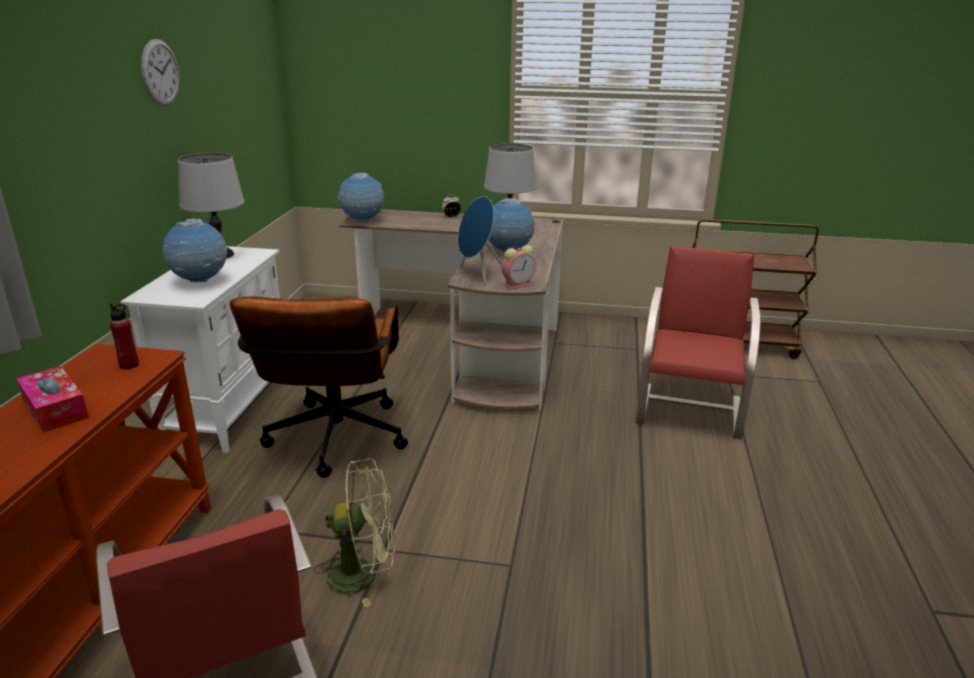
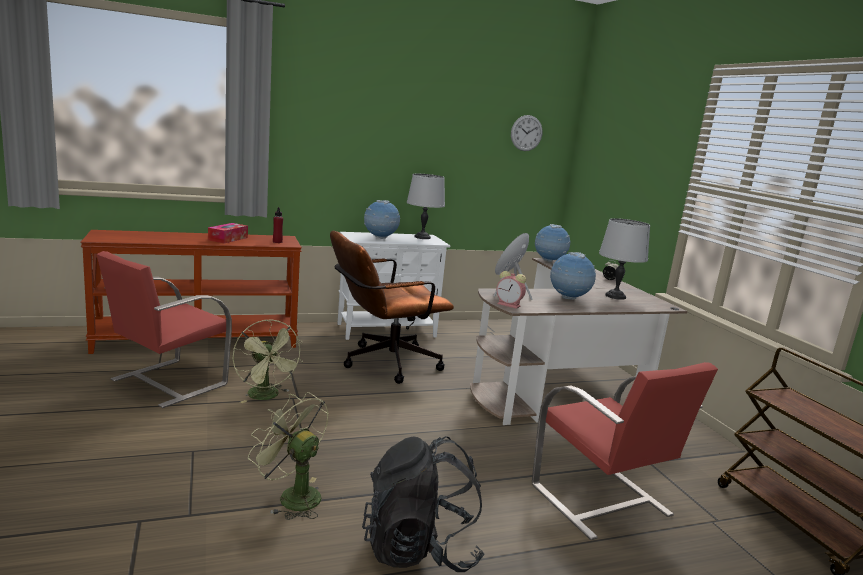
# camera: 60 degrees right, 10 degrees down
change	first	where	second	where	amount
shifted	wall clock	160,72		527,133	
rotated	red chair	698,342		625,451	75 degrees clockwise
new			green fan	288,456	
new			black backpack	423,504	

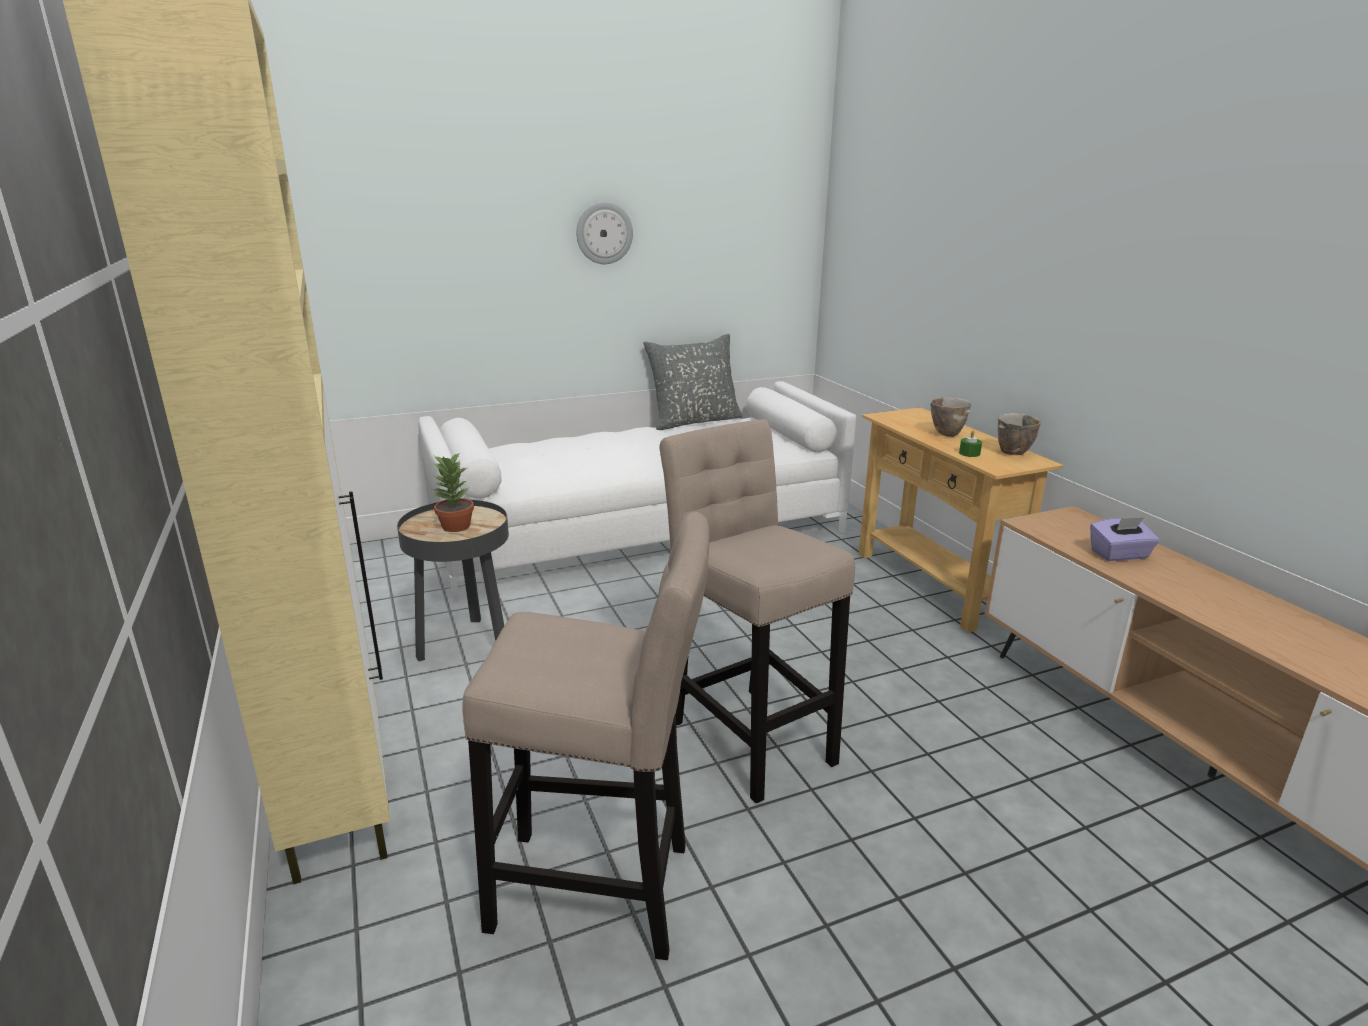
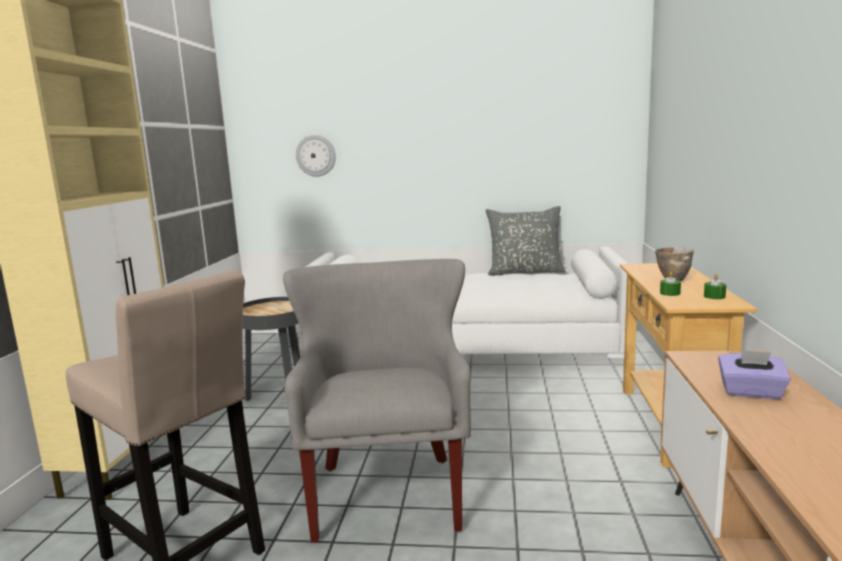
# camera: 30 degrees right, 10 degrees down
change	first	where	second	where	amount
gone	potted plant	453,492			
shifted	wall clock	604,233		316,156	
swapped	beige stool	757,611	grey armchair	377,401	
swapped	bowl	1019,434	green candle	715,286	

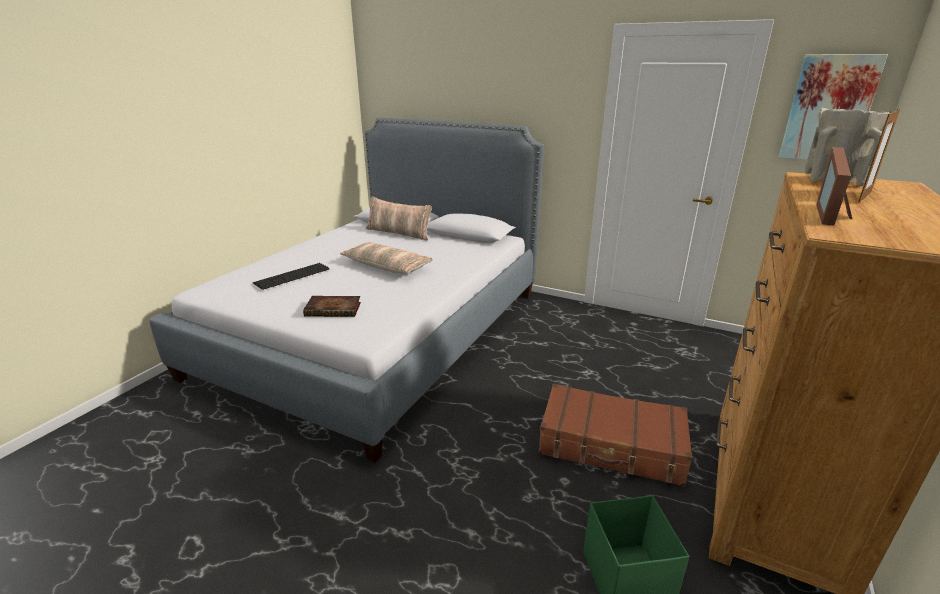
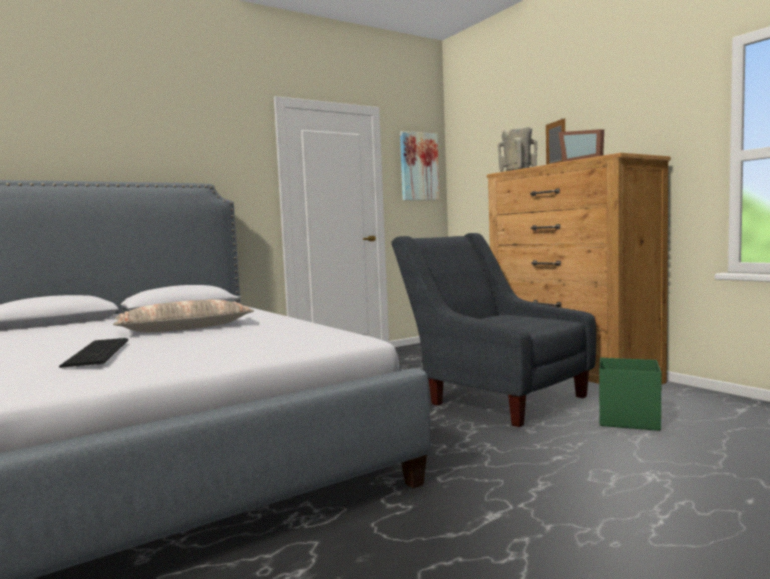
# camera: 60 degrees left, 20 degrees down
change	first	where	second	where	amount
gone	book	332,306			
gone	pillow	399,218			
swapped	brown suitcase	615,435	grey armchair	493,330	

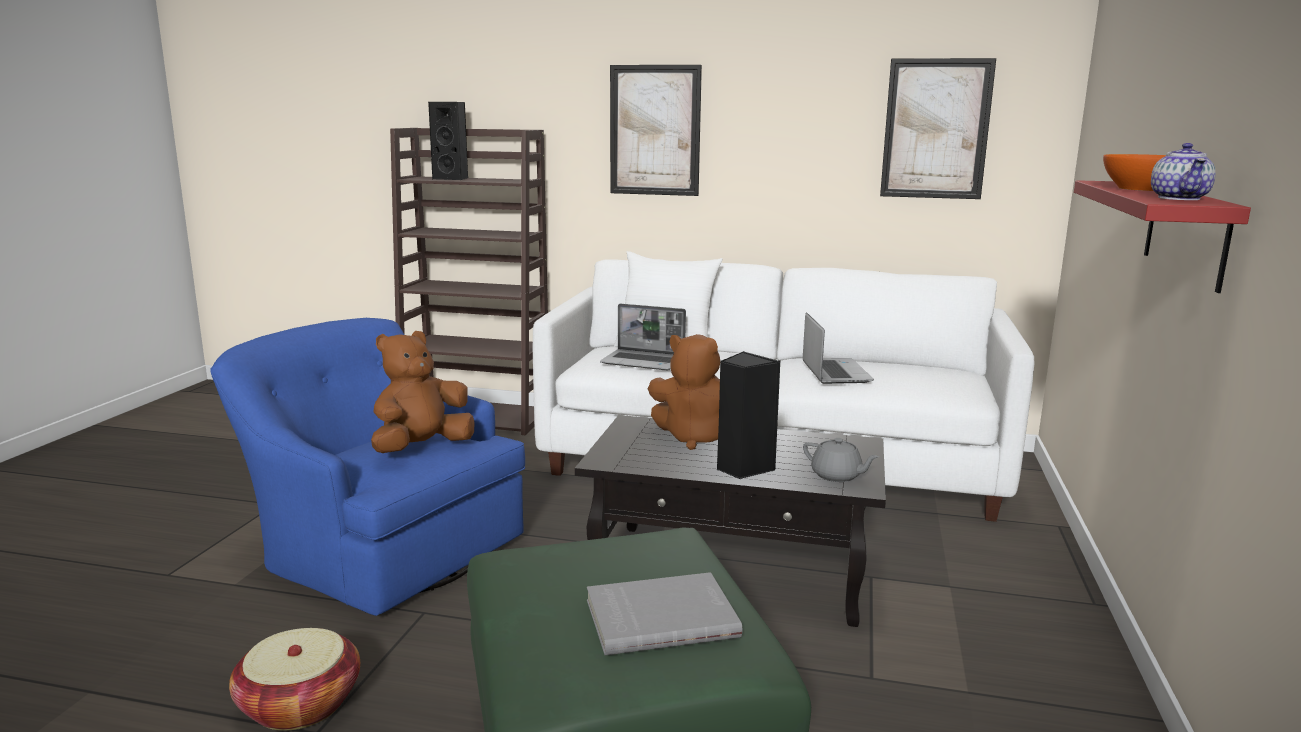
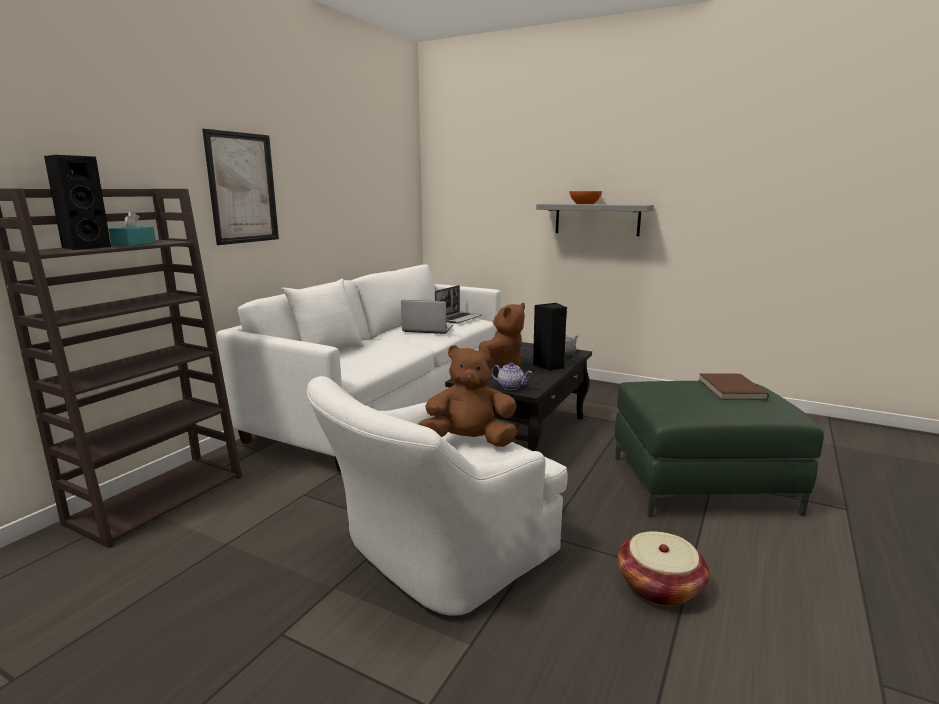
# camera: 75 degrees left, 0 degrees up
change	first	where	second	where	amount
repainted	blue armchair	367,467	white armchair	437,496	
rotated	brown plush toy	422,392		467,396	120 degrees clockwise
repainted	grey book	664,614	brown book	734,386	
shifted	laptop	643,337		458,304	
gone	picture	938,128			
repainted	red shelf	1162,236	grey shelf	595,220	
shifted	teapot	1183,171		511,376	
new			turquoise tissue box	132,228	

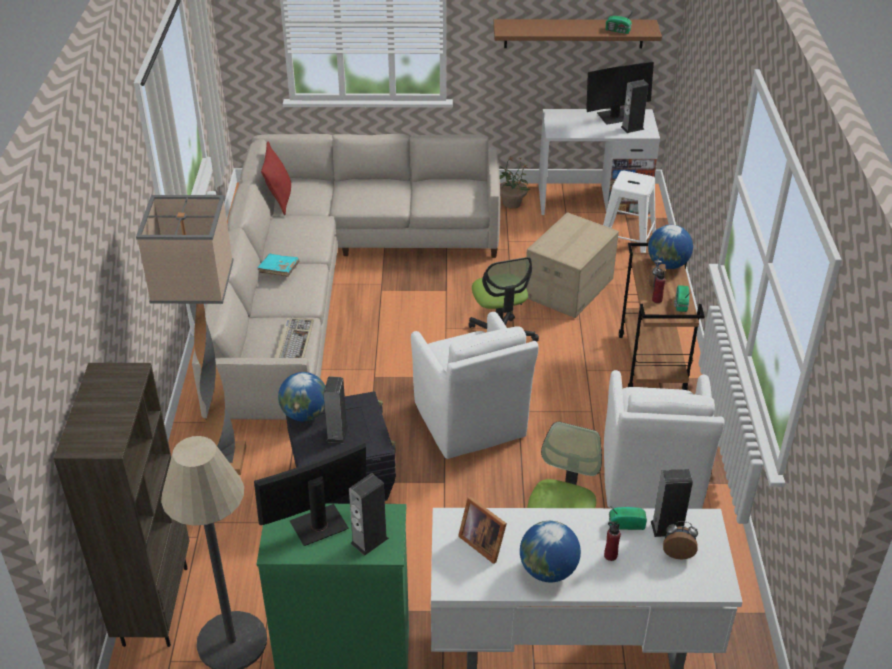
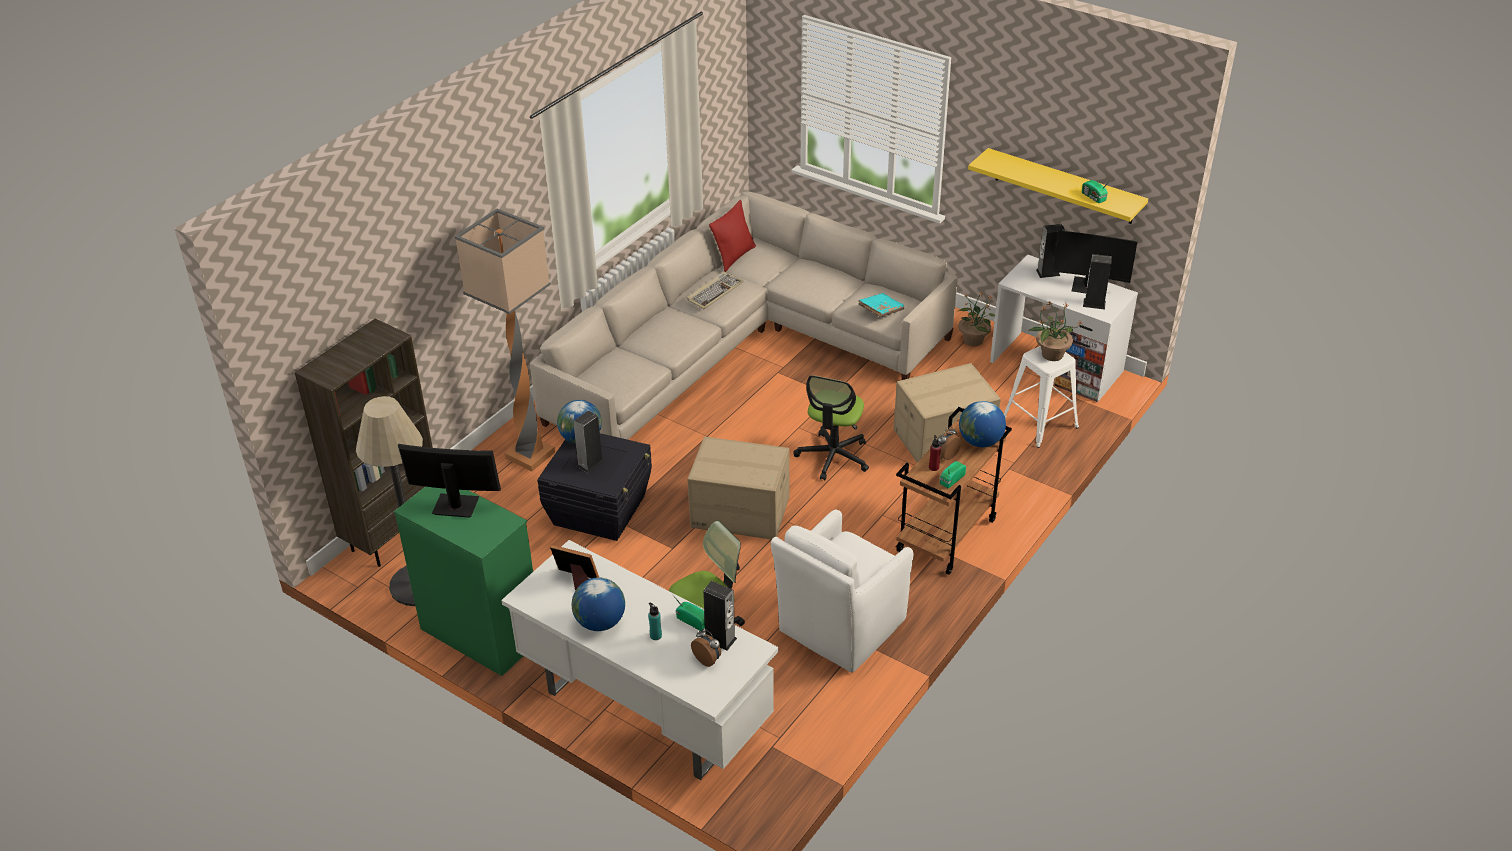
# camera: 35 degrees right, 0 degrees up
change	first	where	second	where	amount
shifted	turquoise book	278,265		881,305	
shifted	keyboard	294,338		715,290	
shifted	speaker	369,514		1050,251	
swapped	white armchair	474,385	cardboard box	738,488	
rotated	picture frame	482,530		574,567	120 degrees clockwise
repainted	brown shelf	577,33	yellow shelf	1058,186	
repainted	red bottle	612,541	turquoise bottle	655,621	
new			potted plant	1055,331	

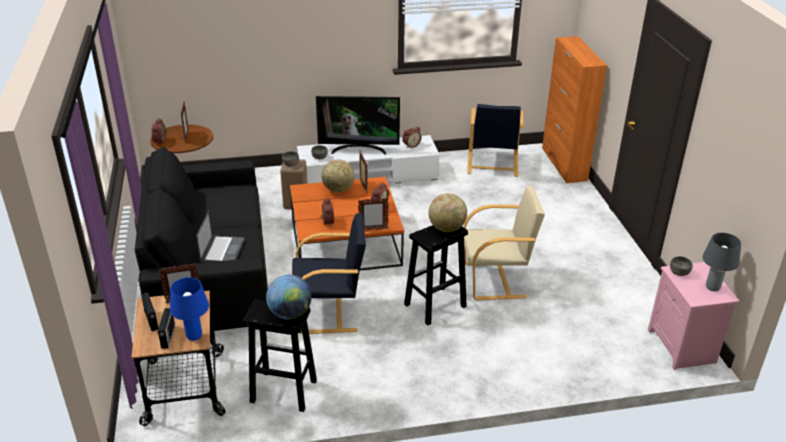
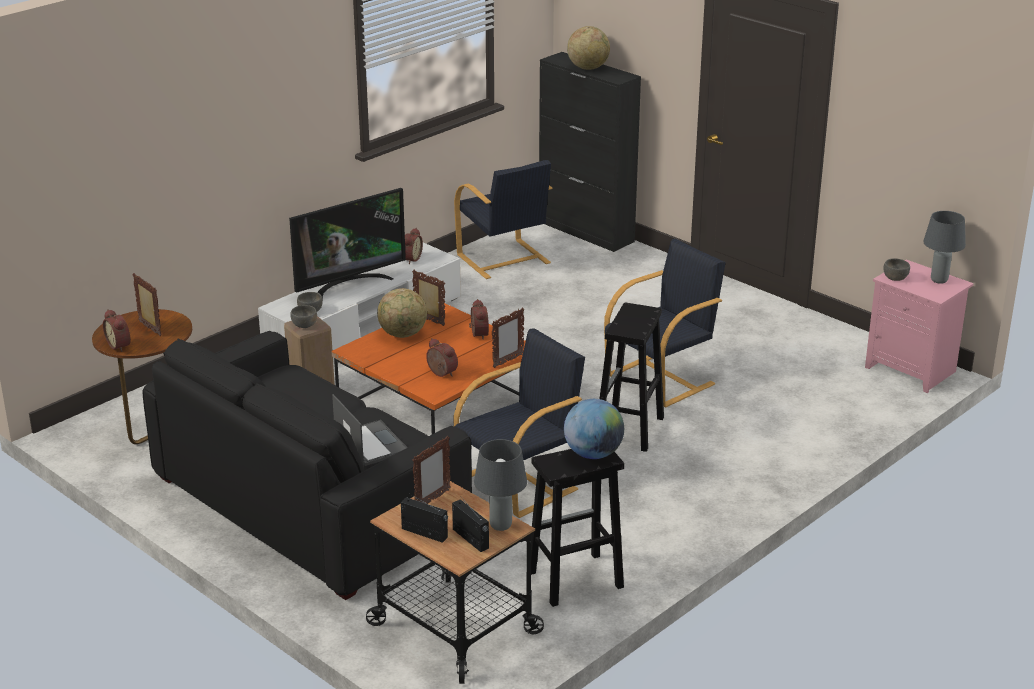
# camera: 35 degrees left, 5 degrees down
change	first	where	second	where	amount
repainted	blue table lamp	189,309	grey table lamp	500,485	
shifted	globe	447,212		588,48	
repainted	beige armchair	504,242	black armchair	665,323	
repainted	orange cabinet	574,109	black cabinet	590,152	

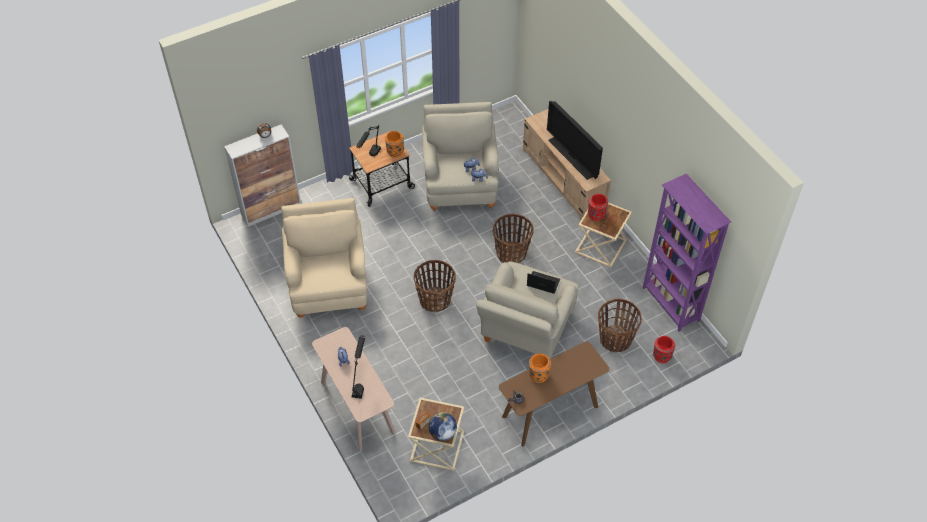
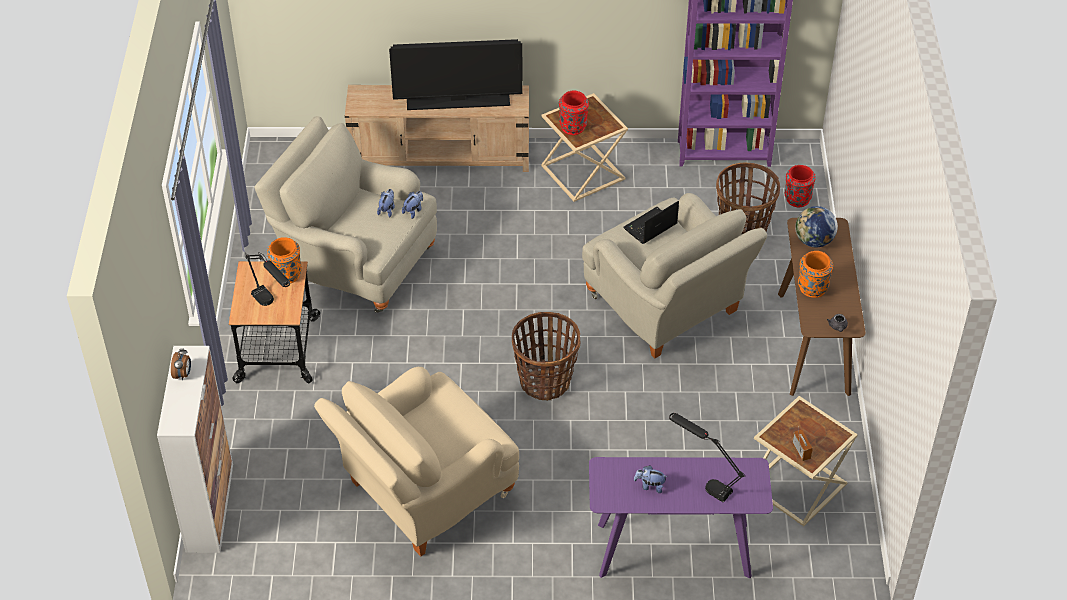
# camera: 60 degrees left, 5 degrees down
change	first	where	second	where	amount
rotated	beige armchair	324,258		416,461	60 degrees counterclockwise
repainted	beige console table	353,389	purple console table	681,517	
shifted	globe	443,426		816,226	
gone	basket	513,238			

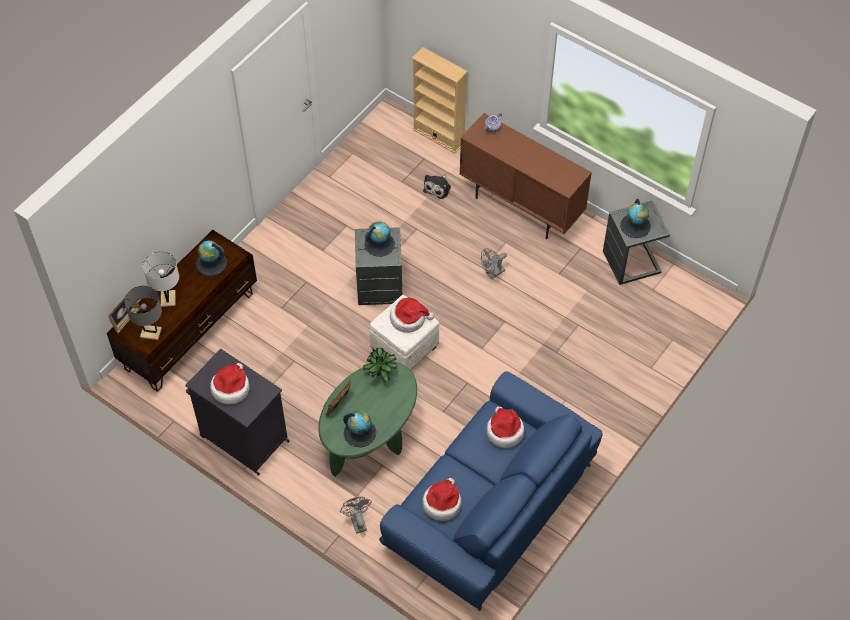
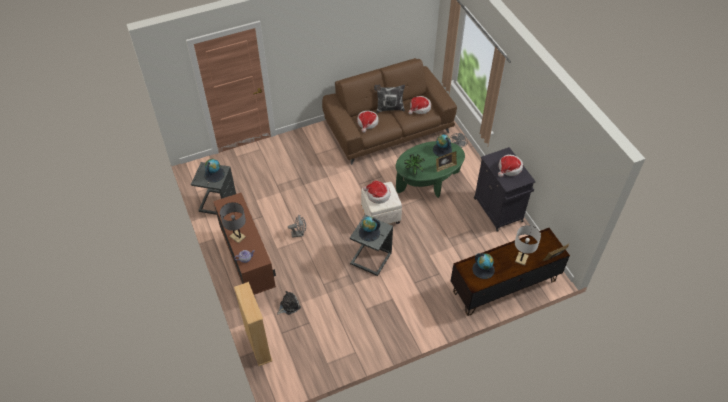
# camera: 150 degrees left, 5 degrees down
change	first	where	second	where	amount
shifted	grey table lamp	143,313		233,222	
repainted	blue sofa	491,491	brown sofa	389,111	
new			pillow	389,99	

